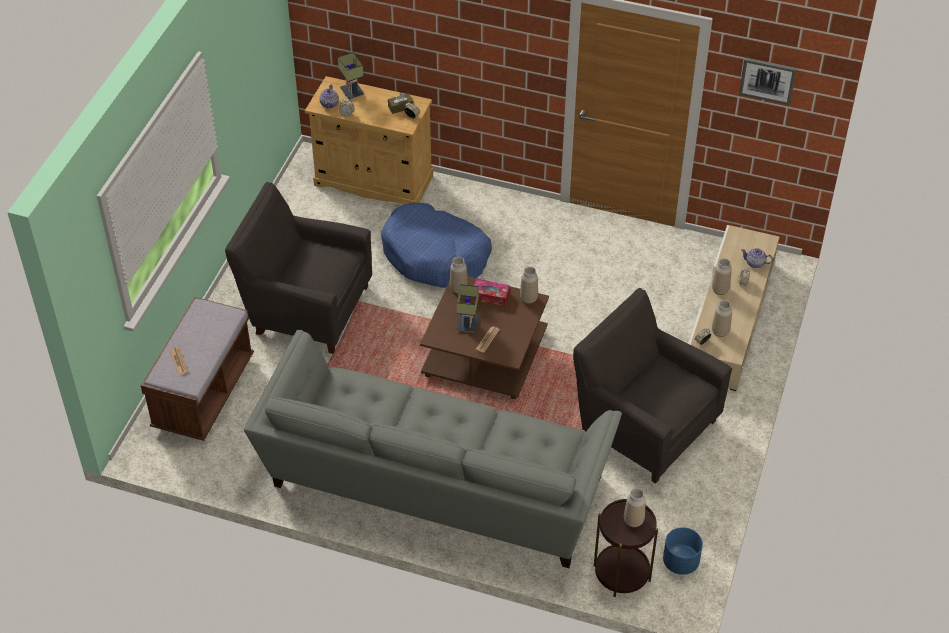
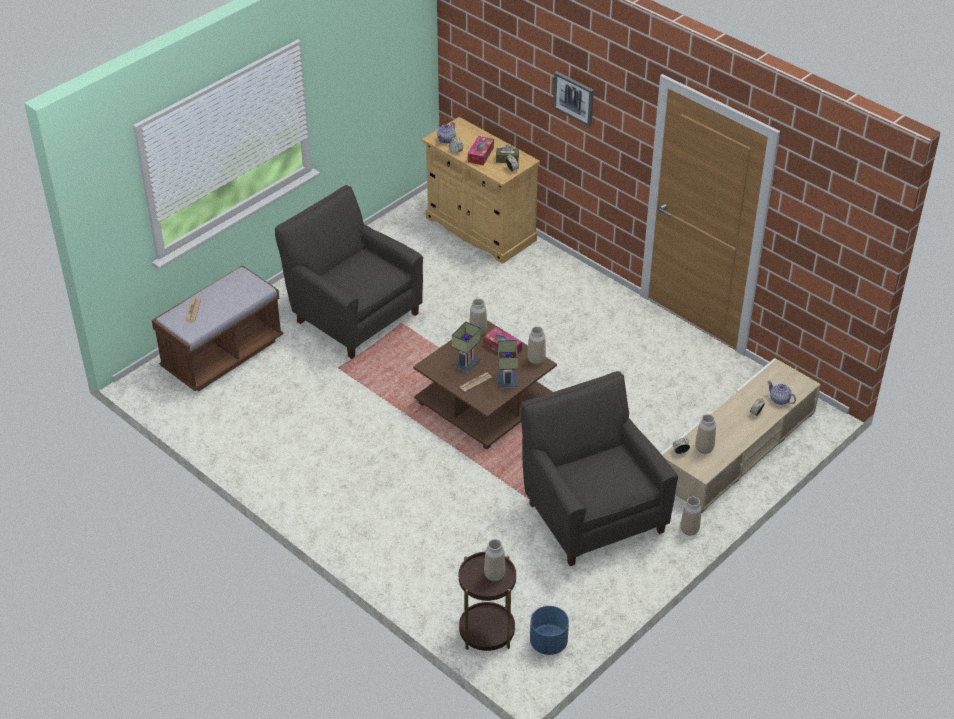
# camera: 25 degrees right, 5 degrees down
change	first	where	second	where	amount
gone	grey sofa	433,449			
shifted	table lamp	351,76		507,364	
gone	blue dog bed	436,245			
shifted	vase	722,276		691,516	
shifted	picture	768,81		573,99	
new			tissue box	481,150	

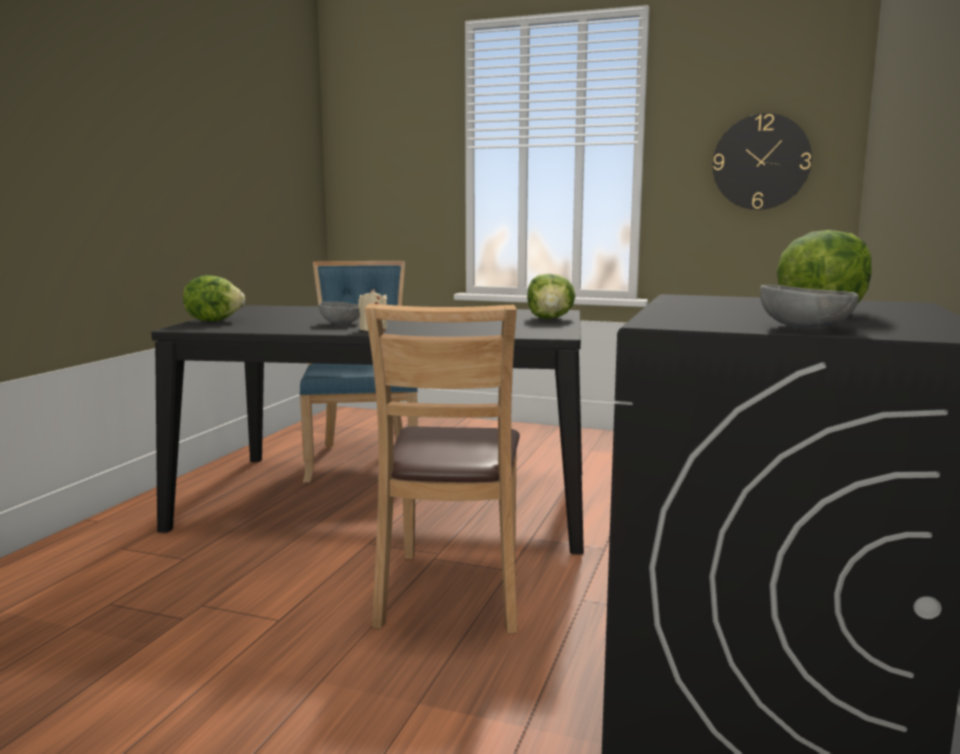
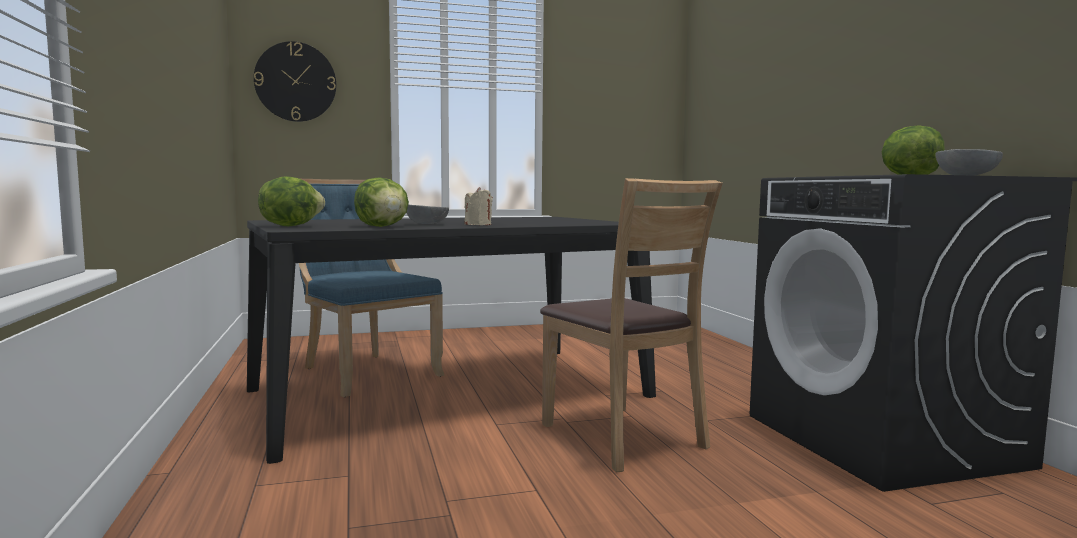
# camera: 35 degrees left, 5 degrees down
change	first	where	second	where	amount
shifted	lettuce	551,296		381,202	
shifted	wall clock	762,161		295,81	

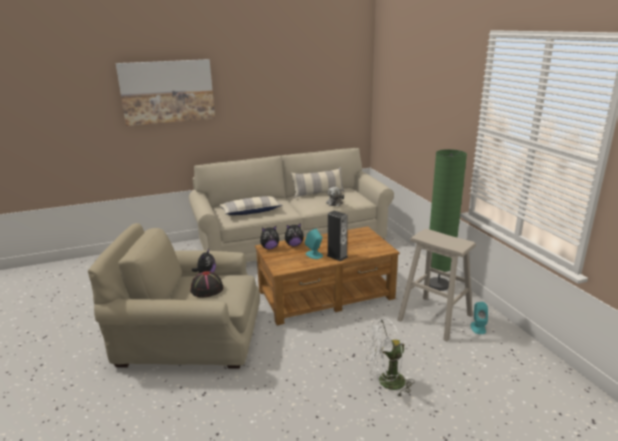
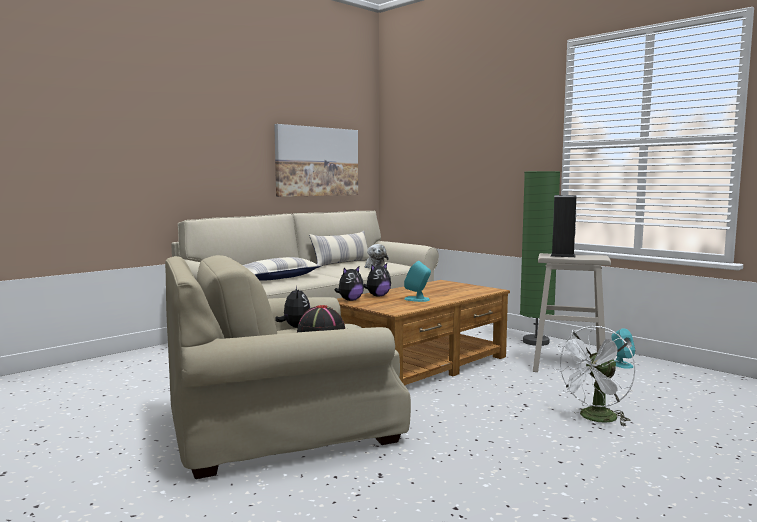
# camera: 25 degrees left, 15 degrees down
change	first	where	second	where	amount
shifted	picture	165,92		316,160	
shifted	speaker	337,236		564,226	

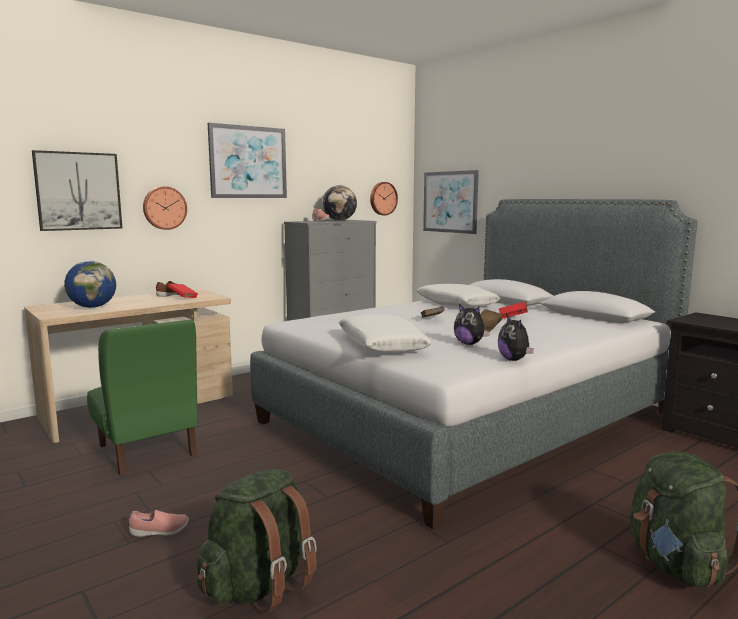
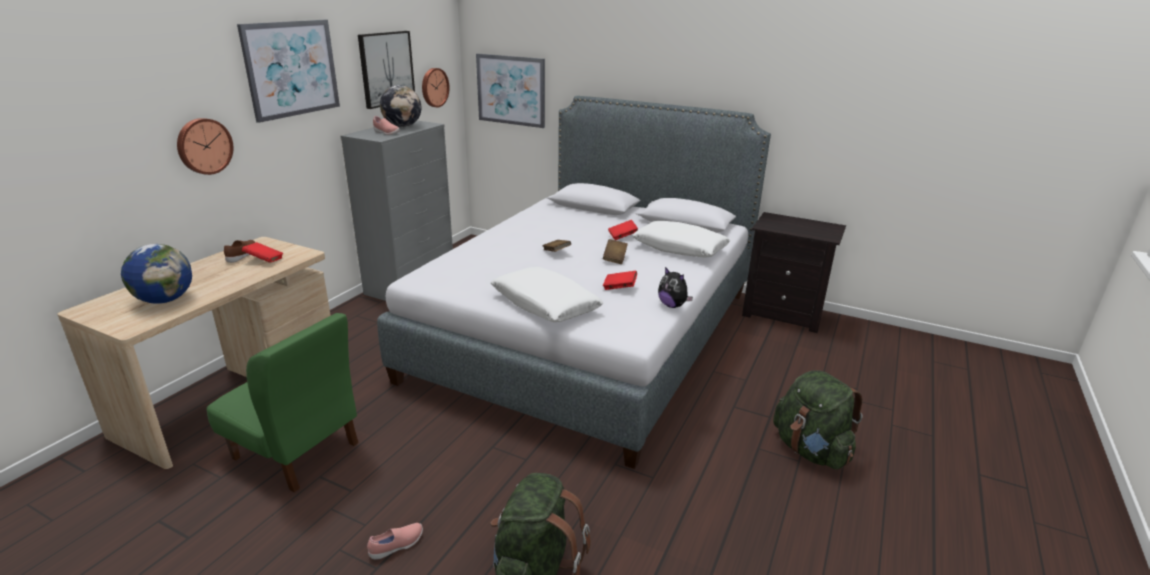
# camera: 25 degrees left, 15 degrees up
change	first	where	second	where	amount
shifted	picture	77,190		386,70	
shifted	white pillow	458,295		681,239	
swapped	plush toy	472,324	red book	620,280	

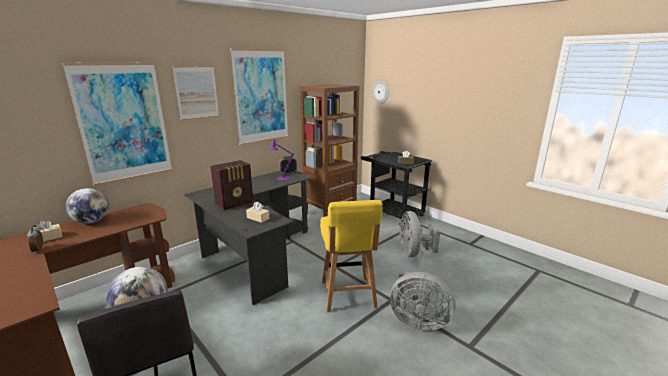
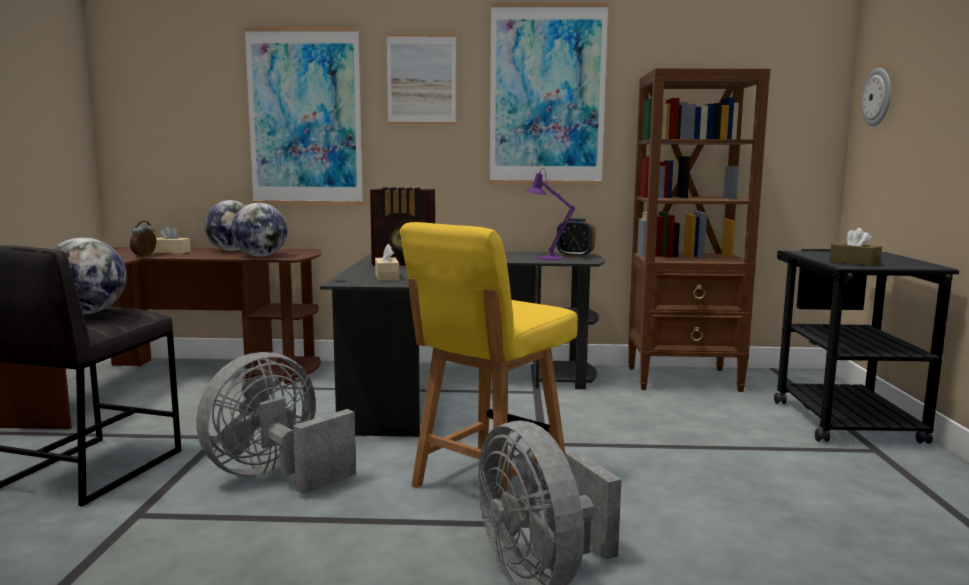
# camera: 45 degrees right, 10 degrees down
change	first	where	second	where	amount
shifted	grey fan	419,234		276,423	
new			globe	260,229	

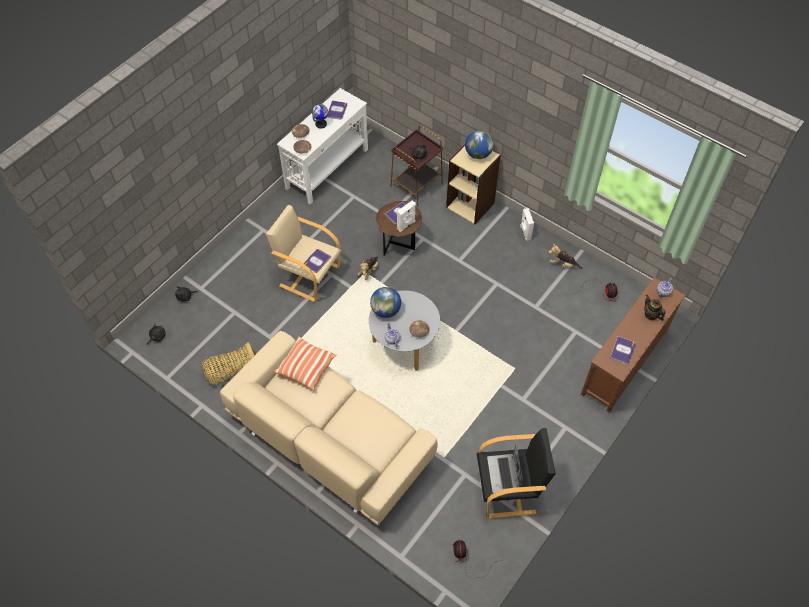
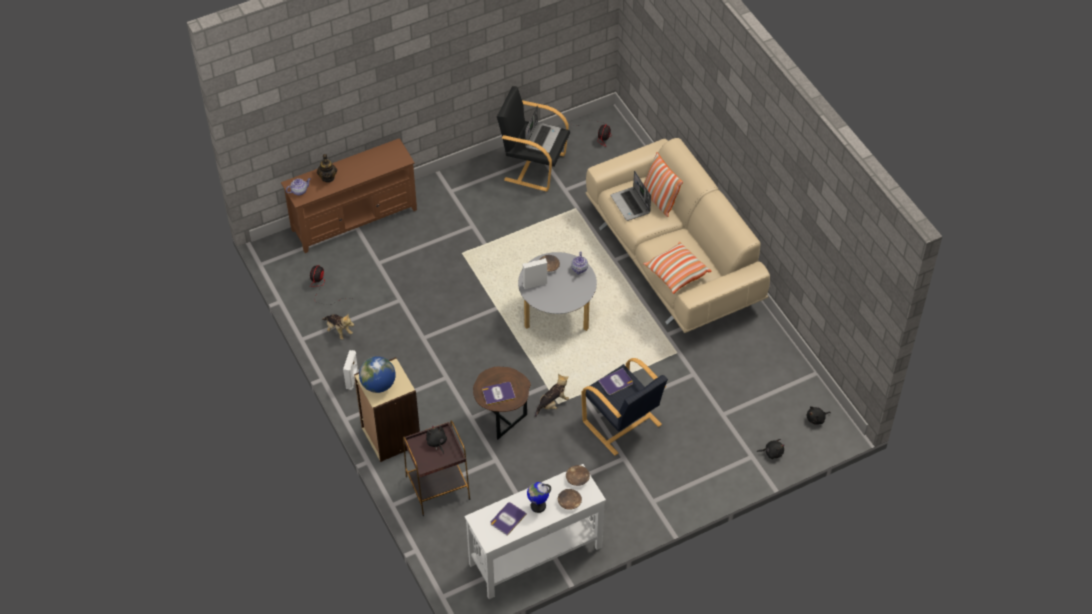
# camera: 155 degrees left, 5 degrees down
change	first	where	second	where	amount
gone	basket	228,363			
repainted	beige armchair	303,253	black armchair	624,407	
gone	globe	385,302			
shifted	white speaker	406,216		534,273	
gone	book	623,350			
new			laptop	631,195	
new			pillow	663,184	

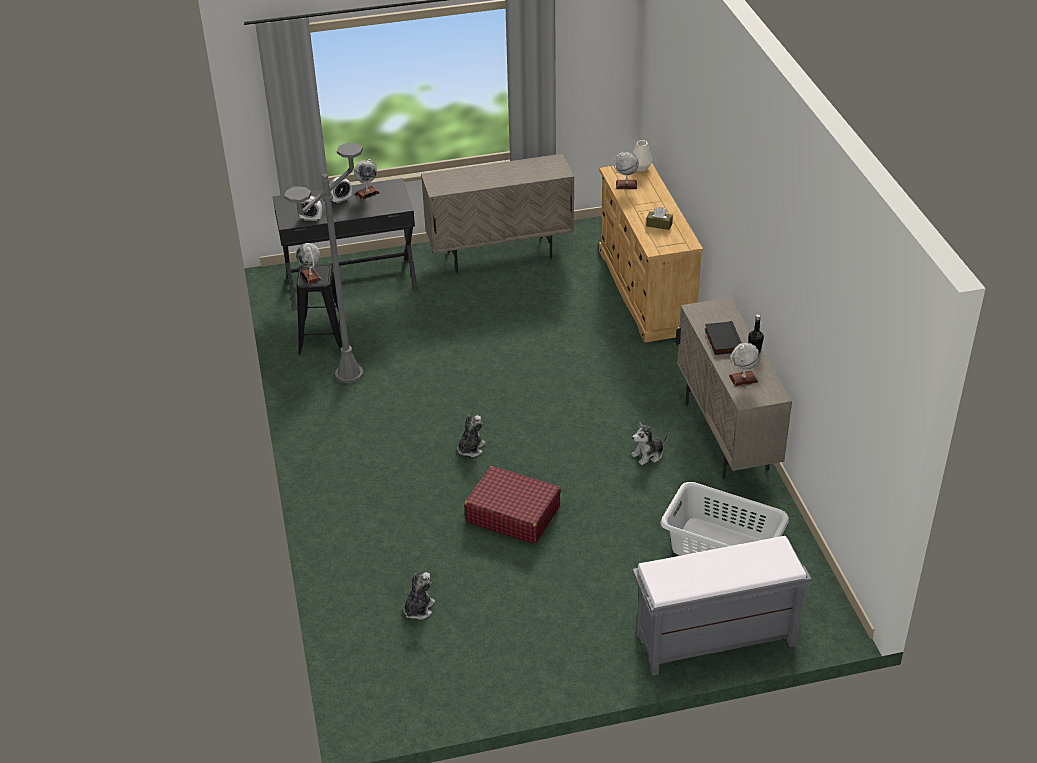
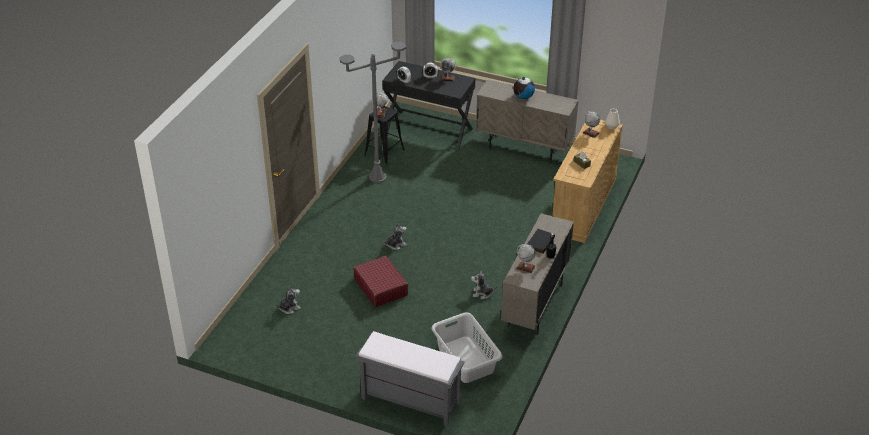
# camera: 35 degrees right, 0 degrees up
change	first	where	second	where	amount
new			globe	524,88	

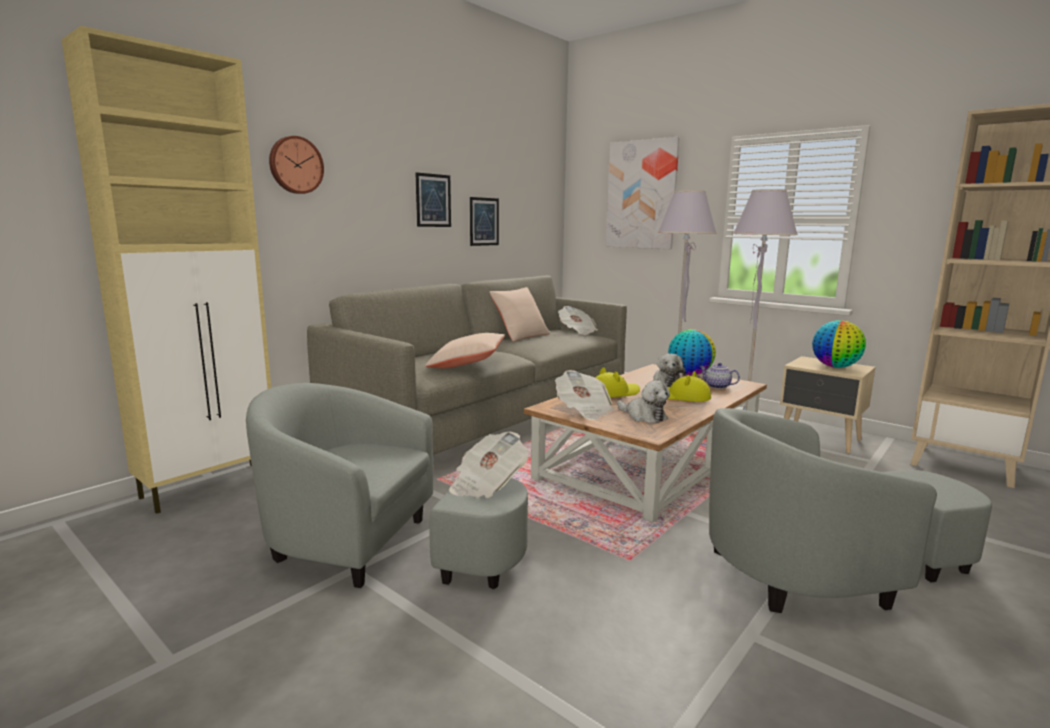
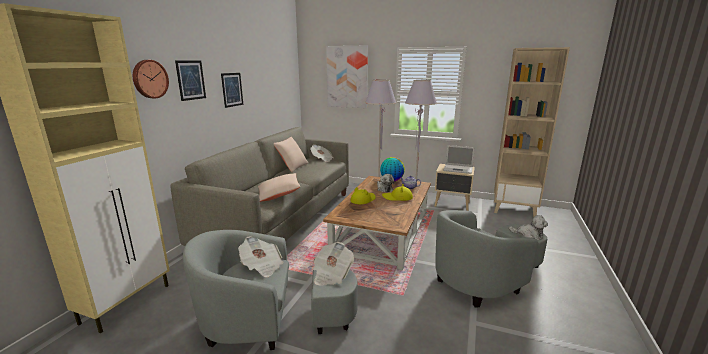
# camera: 20 degrees left, 5 degrees up
change	first	where	second	where	amount
shifted	picture	484,221		190,81	
shifted	newspaper	584,395		261,256	
shifted	plush toy	643,401		528,227	
swapped	globe	839,344	laptop	459,159	

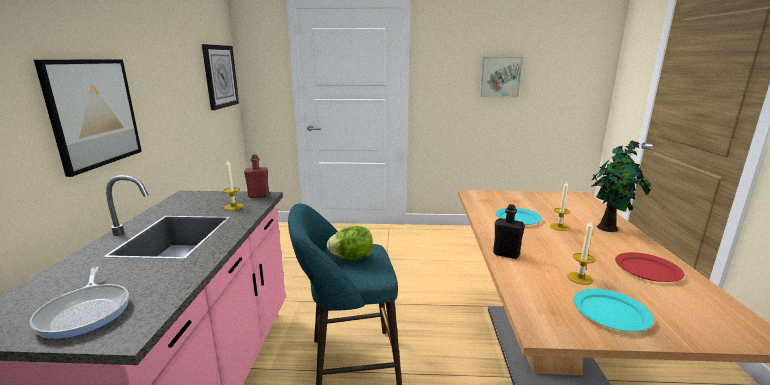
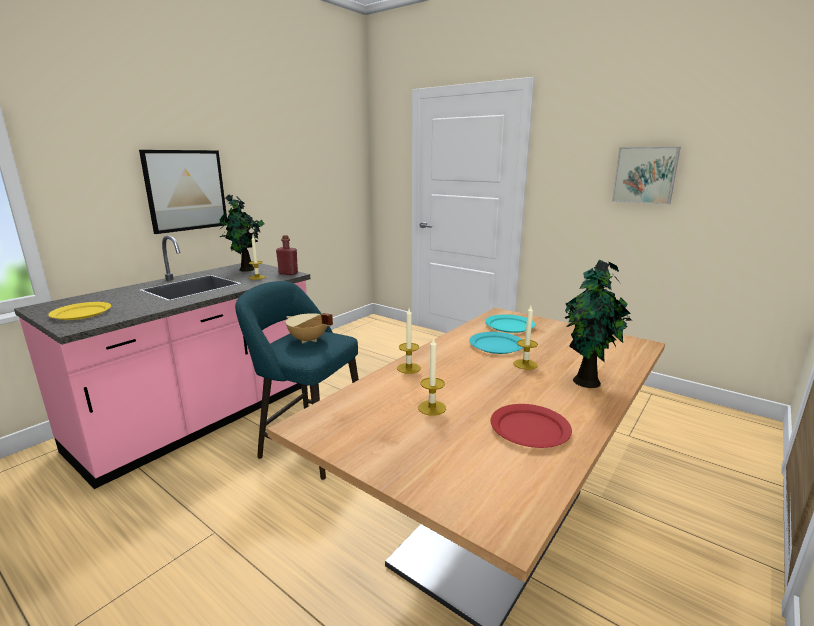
# camera: 35 degrees right, 0 degrees up
change	first	where	second	where	amount
swapped	frying pan	79,303	yellow plate	79,311	
gone	wall clock	220,77			
swapped	lettuce	350,243	beige cooking pot	309,328	
swapped	black bottle	509,231	candle	409,341	
shifted	turquoise plate	614,310		510,323	
new			potted plant	242,233	

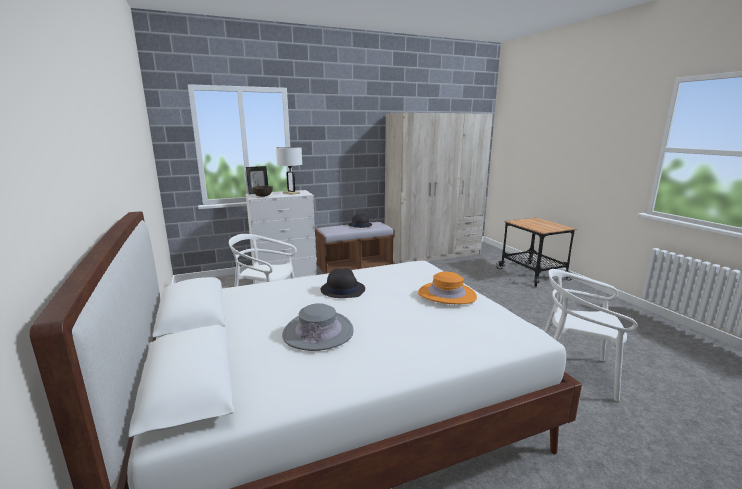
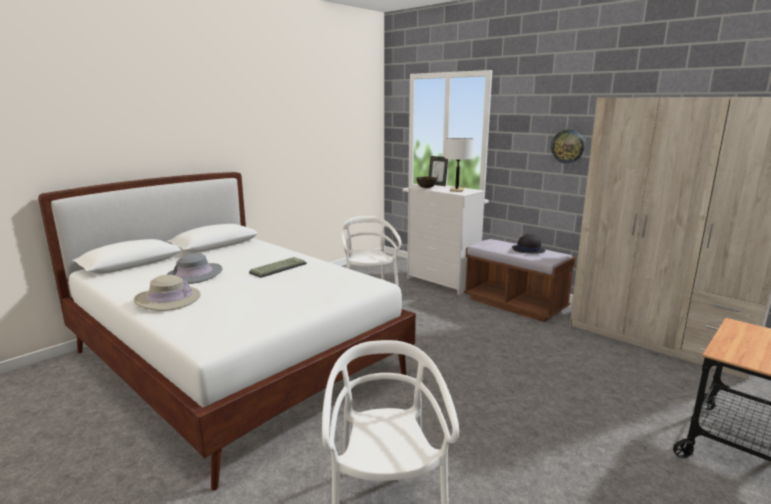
# camera: 65 degrees right, 0 degrees up
change	first	where	second	where	amount
swapped	black hat	343,283	keyboard	278,267	
gone	orange hat	447,288			
new			beige hat	167,293	
new			wall clock	568,146	

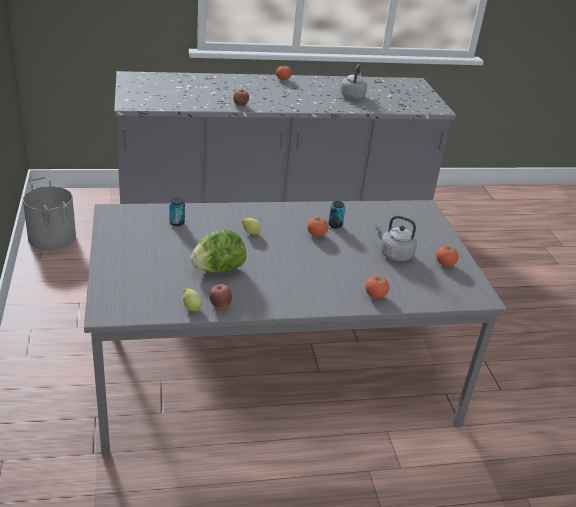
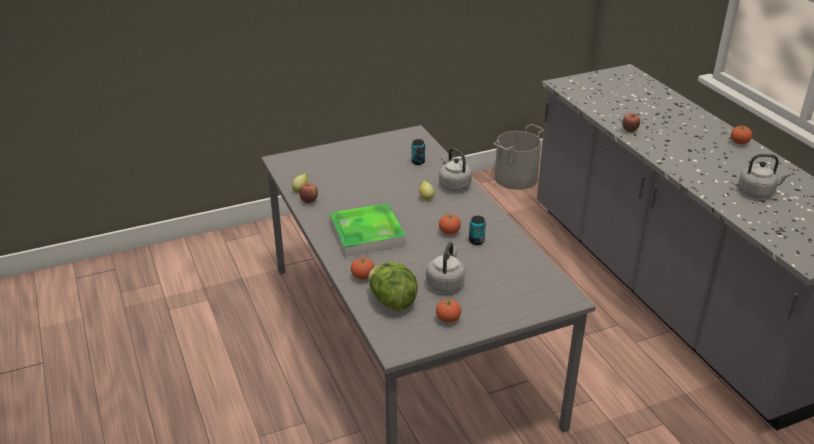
# camera: 80 degrees right, 0 degrees up
change	first	where	second	where	amount
shifted	lettuce	218,251		393,286	
new			tray	367,230	
new			grey kettle	455,169	

